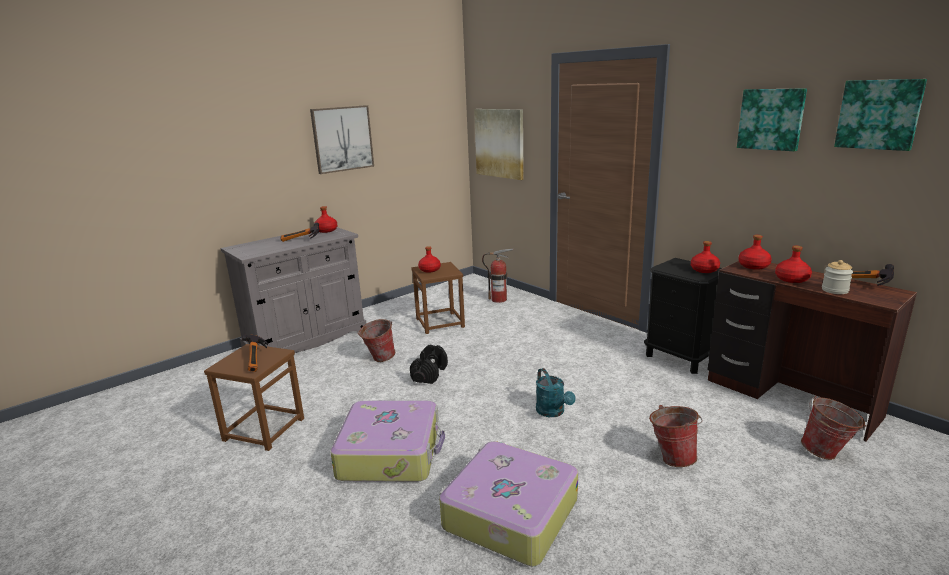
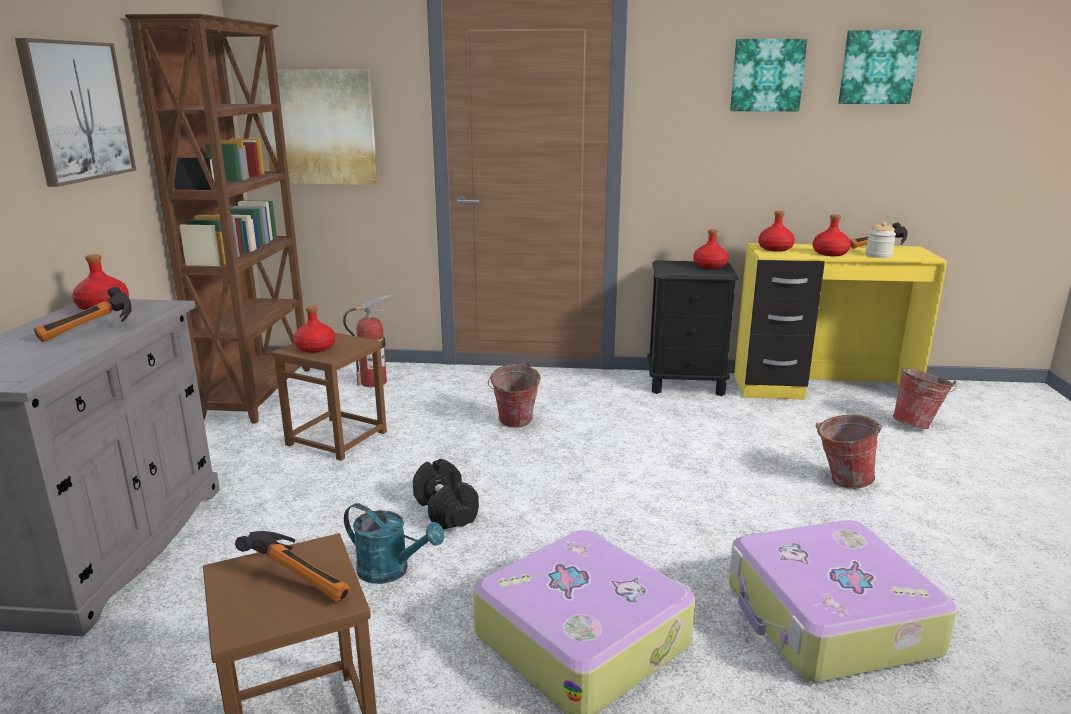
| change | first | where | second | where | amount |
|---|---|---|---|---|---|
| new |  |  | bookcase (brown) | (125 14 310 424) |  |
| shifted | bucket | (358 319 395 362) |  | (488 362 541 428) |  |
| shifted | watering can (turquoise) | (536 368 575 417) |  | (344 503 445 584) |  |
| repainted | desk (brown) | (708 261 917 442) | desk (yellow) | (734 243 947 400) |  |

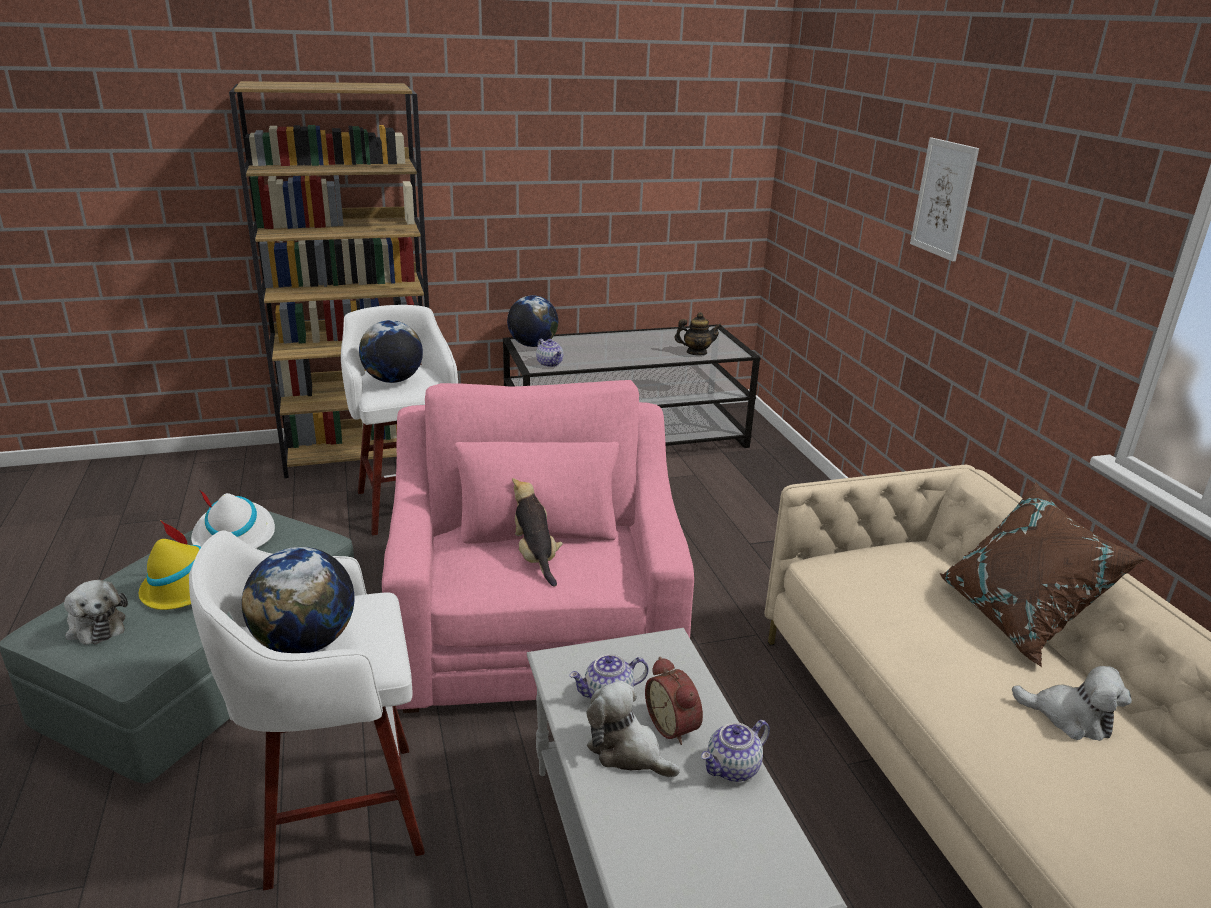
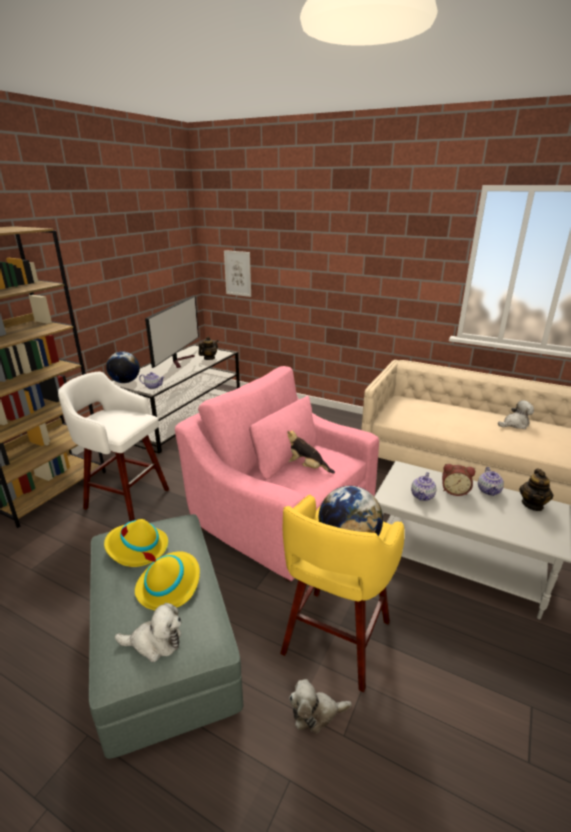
| change | first | where | second | where | amount |
|---|---|---|---|---|---|
| gone | globe | (359 320 423 383) |  |  |  |
| gone | pillow (brown) | (940 482 1147 667) |  |  |  |
| new |  |  | television | (145 295 199 368) |  |
| new |  |  | teapot | (519 468 554 511) |  |
| shifted | plush toy | (586 680 680 777) |  | (289 679 352 733) |  |
| shifted | picture | (910 138 979 262) |  | (224 250 251 297) |  |
| repainted | stool (white) | (189 531 425 890) | stool (yellow) | (280 495 405 692) |  |
| repainted | hat (white) | (191 490 275 548) | hat (yellow) | (104 519 168 567) |  |

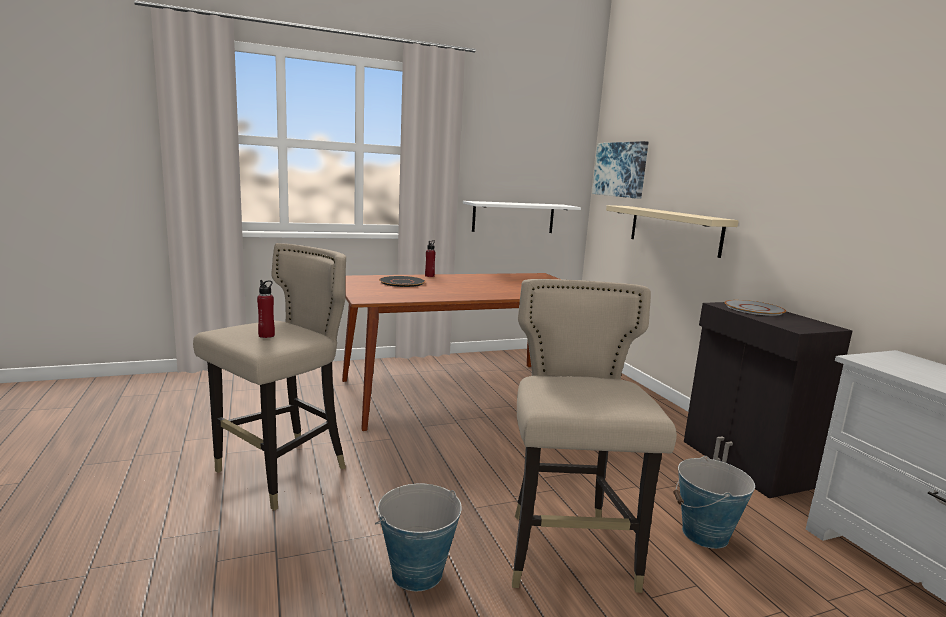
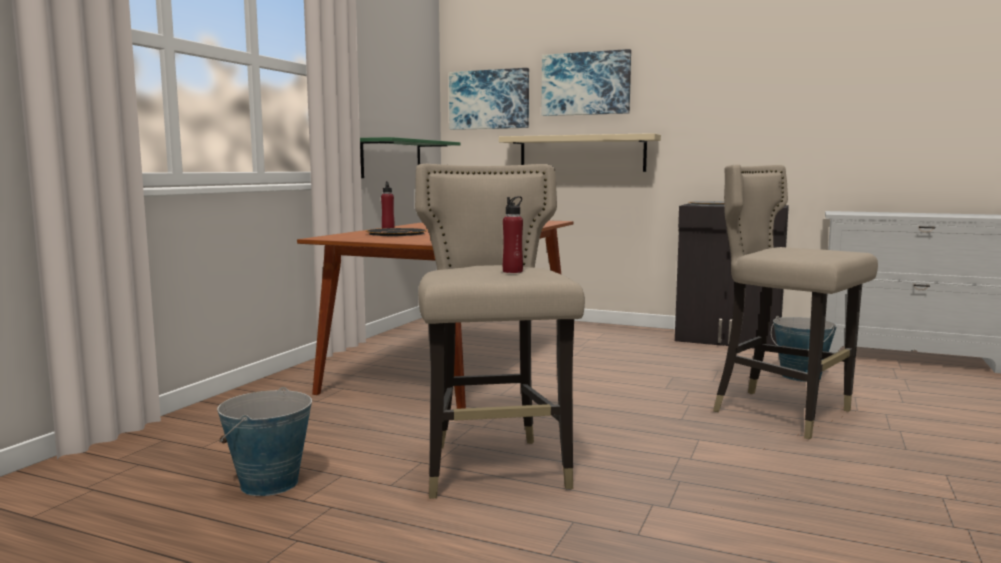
| change | first | where | second | where | amount |
|---|---|---|---|---|---|
| new |  |  | picture | (542 49 631 116) |  |
| shifted | bucket | (375 483 462 591) |  | (217 387 312 496) |  |
| repainted | shelf (white) | (463 201 581 233) | shelf (green) | (360 137 461 178) |  |

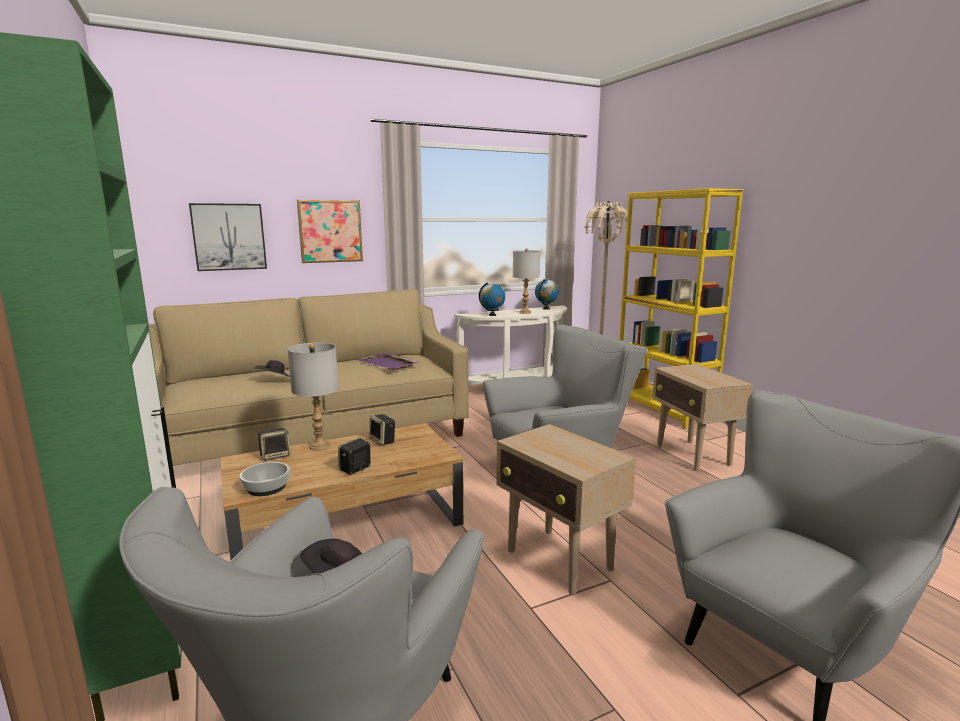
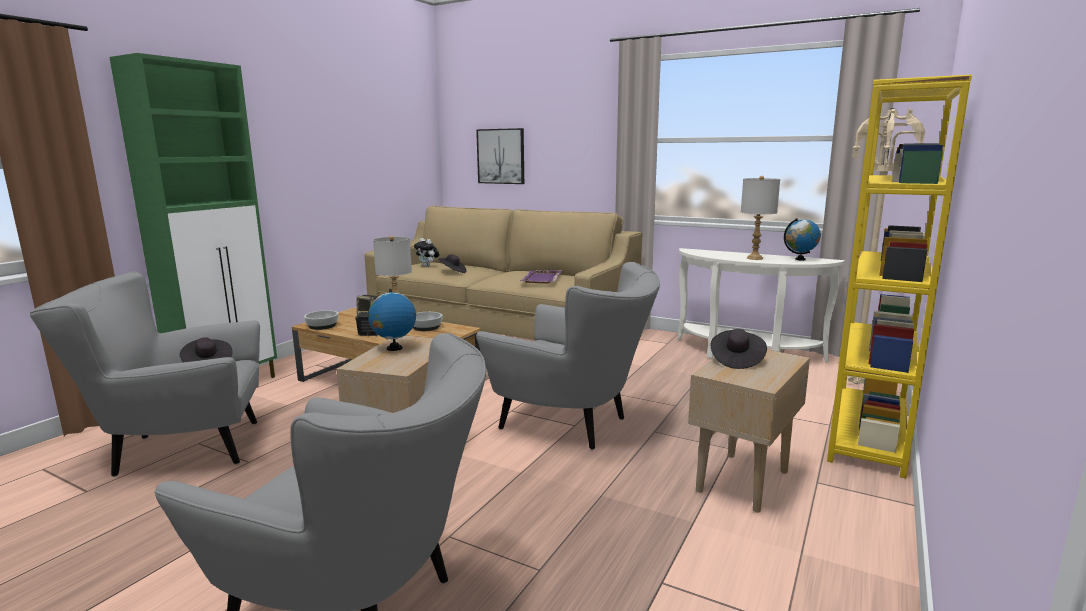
| change | first | where | second | where | amount |
|---|---|---|---|---|---|
| gone | picture | (297 200 363 263) |  |  |  |
| new |  |  | plush toy | (414 238 439 267) |  |
| new |  |  | hat (black) | (711 329 767 369) |  |
| shifted | globe | (479 283 505 316) |  | (368 289 416 351) |  |
| swapped | speaker | (369 414 395 446) | bowl | (413 312 443 331) |  |

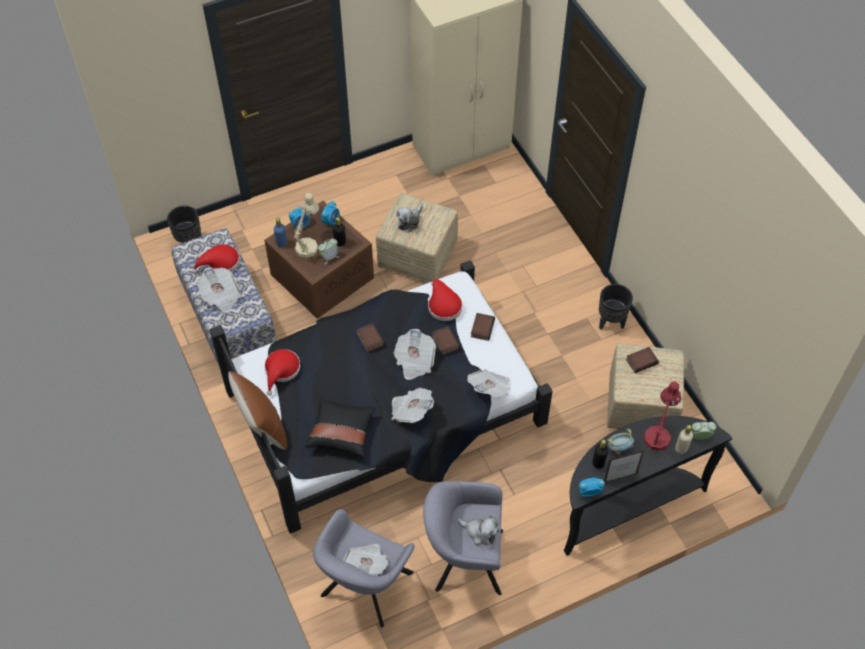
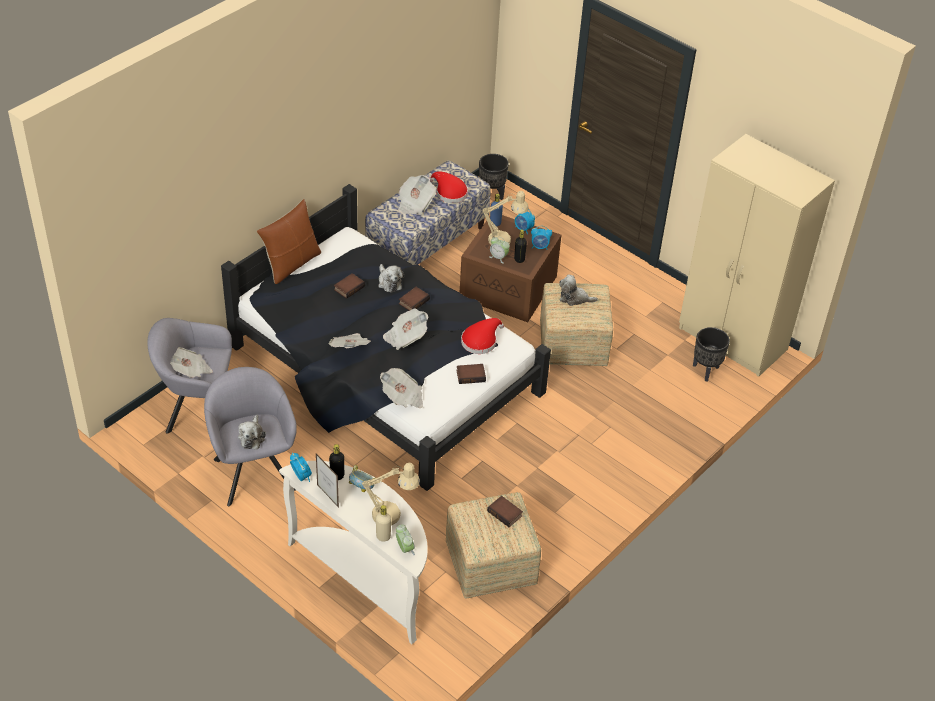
| change | first | where | second | where | amount |
|---|---|---|---|---|---|
| gone | hat (red) | (264 349 300 395) |  |  |  |
| gone | pillow (black) | (305 398 376 457) |  |  |  |
| new |  |  | plush toy | (378 264 404 293) |  |
| shifted | book | (432 326 460 355) |  | (334 273 365 299) |  |
| shifted | planter (black) | (599 284 633 329) |  | (693 327 730 381) |  |
| repainted | console table (black) | (564 416 732 556) | console table (white) | (279 461 428 644) |  |
| repainted | table lamp (red) | (643 382 681 451) | table lamp (beige) | (362 462 420 525) |  |

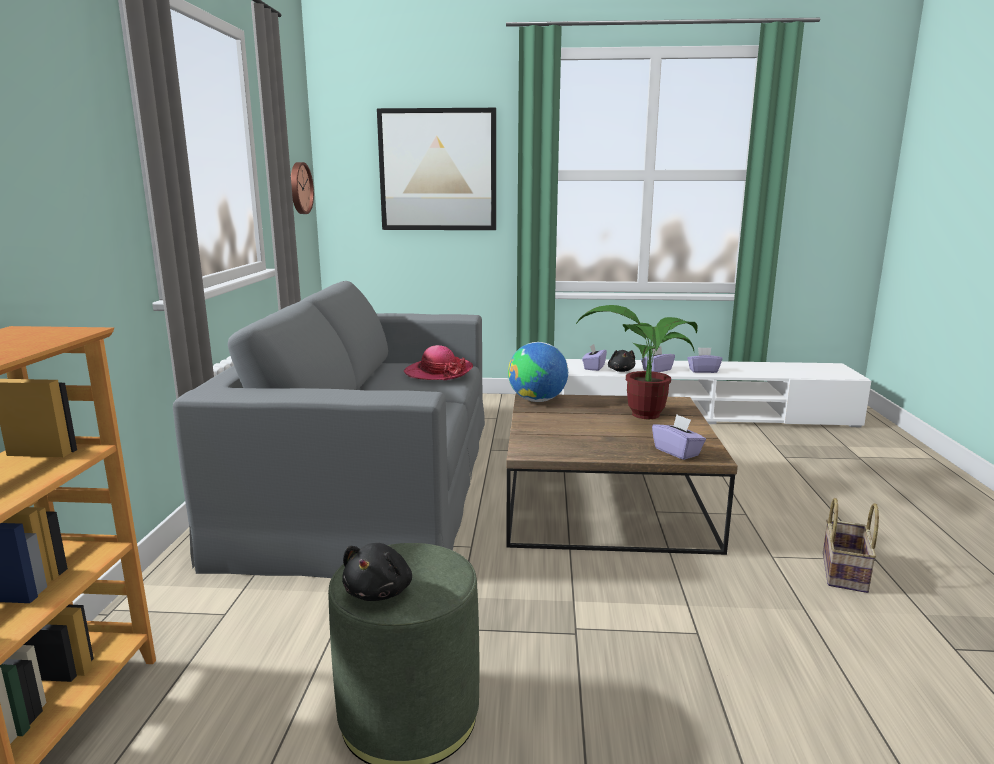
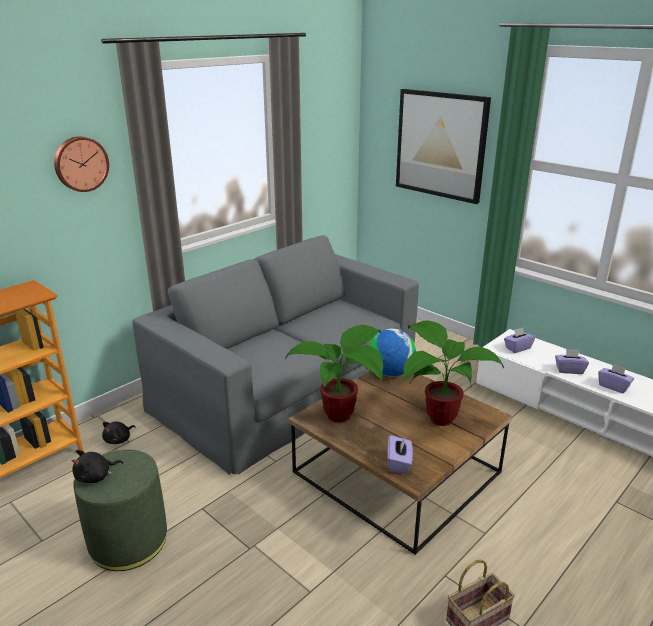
| change | first | where | second | where | amount |
|---|---|---|---|---|---|
| gone | hat | (404 345 473 380) |  |  |  |
| new |  |  | potted plant | (285 325 383 423) |  |
| shifted | wall clock | (291 162 314 214) |  | (54 136 109 192) |  |
| shifted | plush toy (black) | (608 350 635 372) |  | (102 421 135 444) |  |

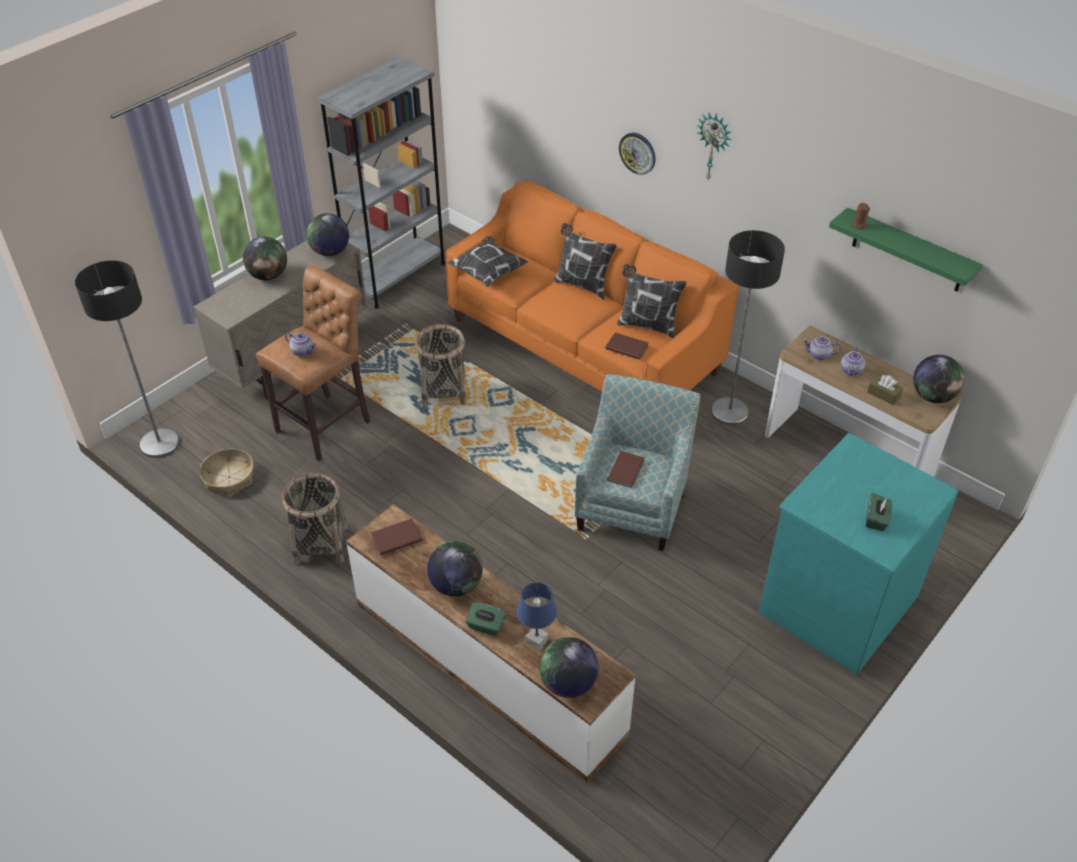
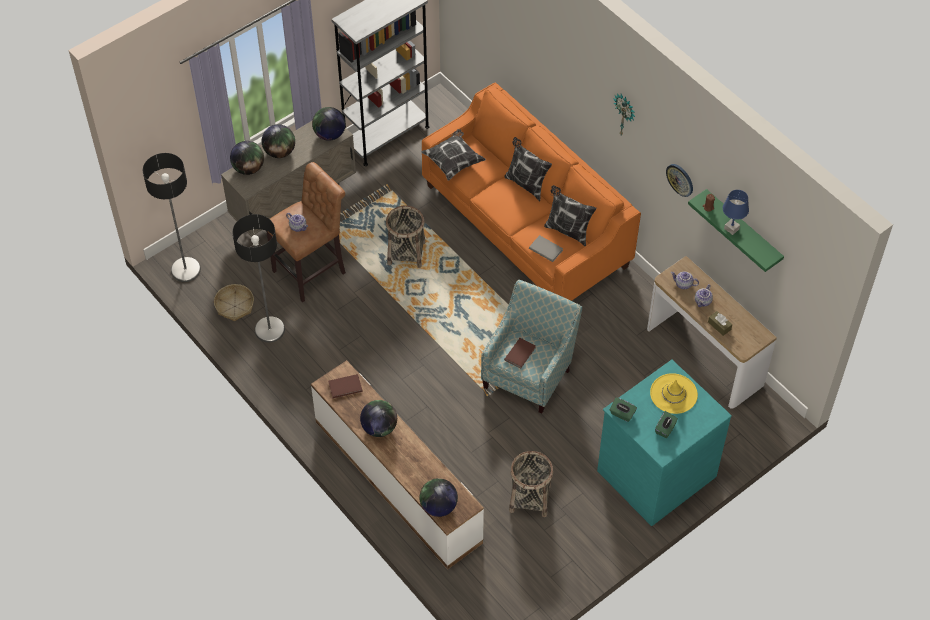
| change | first | where | second | where | amount |
|---|---|---|---|---|---|
| new |  |  | hat (yellow) | (650 373 698 414) |  |
| shifted | basket | (282 472 348 564) |  | (509 451 553 517) |  |
| shifted | tissue box (green) | (466 602 506 636) |  | (609 398 637 422) |  |
| shifted | table lamp (blue) | (517 582 557 650) |  | (723 190 749 235) |  |
| shifted | wall clock | (619 132 655 175) |  | (666 164 693 197) |  |
| shifted | floor lamp | (711 230 785 425) |  | (232 214 285 343) |  |
| shifted | globe | (913 355 964 403) |  | (230 141 264 175) |  |
| repainted | book (brown) | (605 333 648 360) | book (grey) | (529 235 563 262) |  |

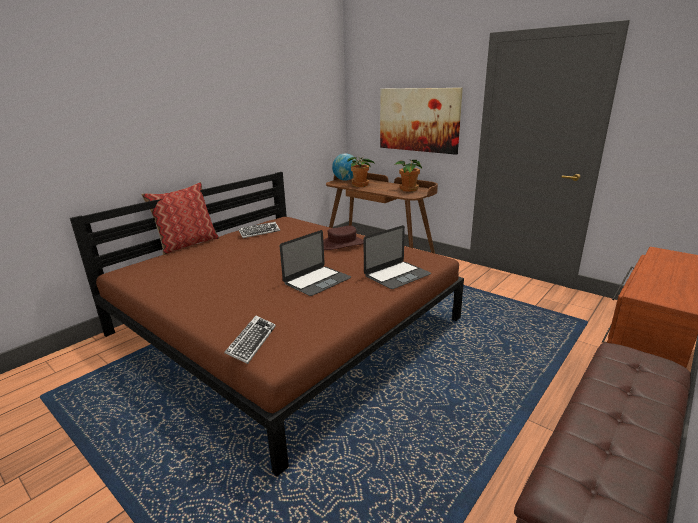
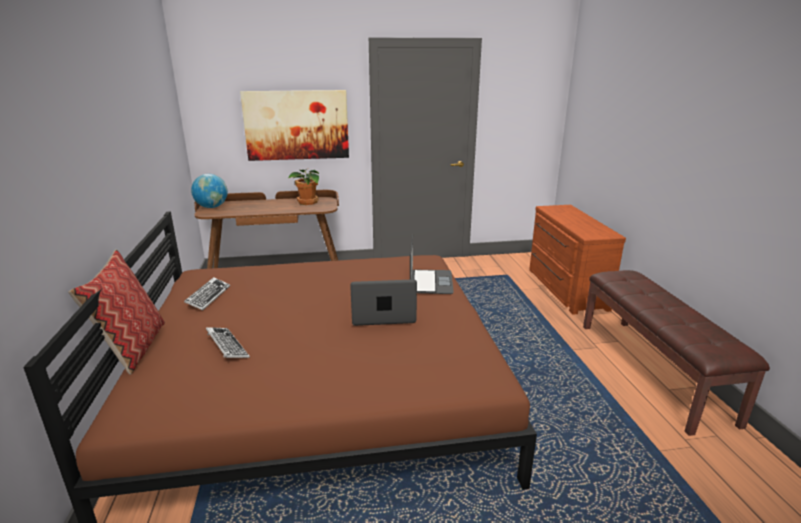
| change | first | where | second | where | amount |
|---|---|---|---|---|---|
| gone | hat (brown) | (323 226 364 250) |  |  |  |
| gone | potted plant | (348 157 375 187) |  |  |  |
| shifted | keyboard | (224 316 276 364) |  | (206 327 250 358) |  |
| rotated | laptop | (280 230 351 296) |  | (350 279 417 326) | 90 degrees counterclockwise |

